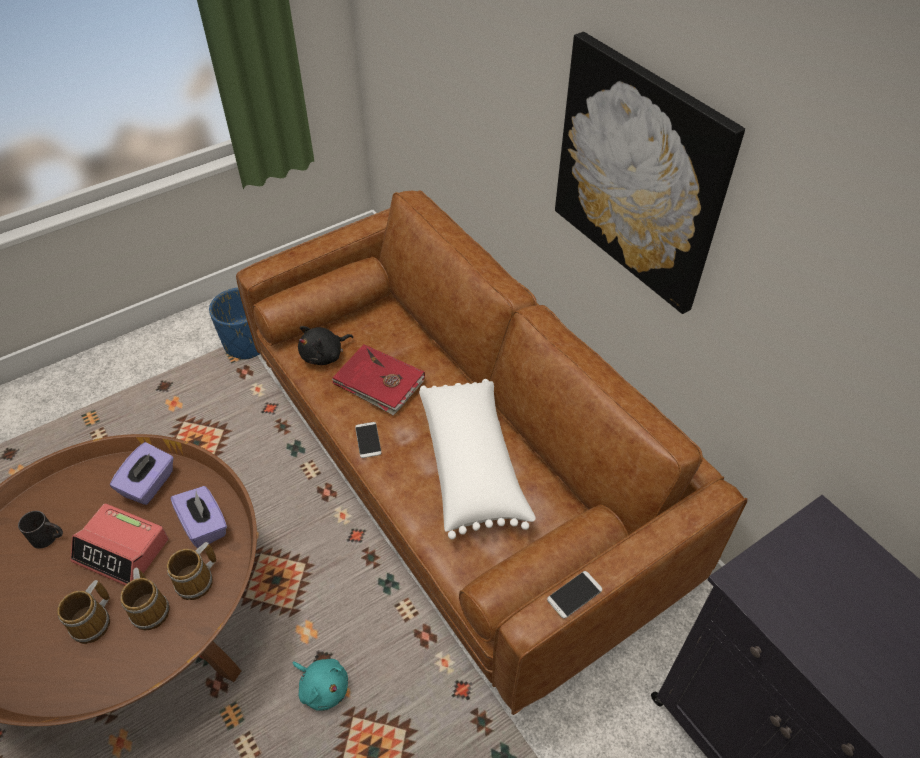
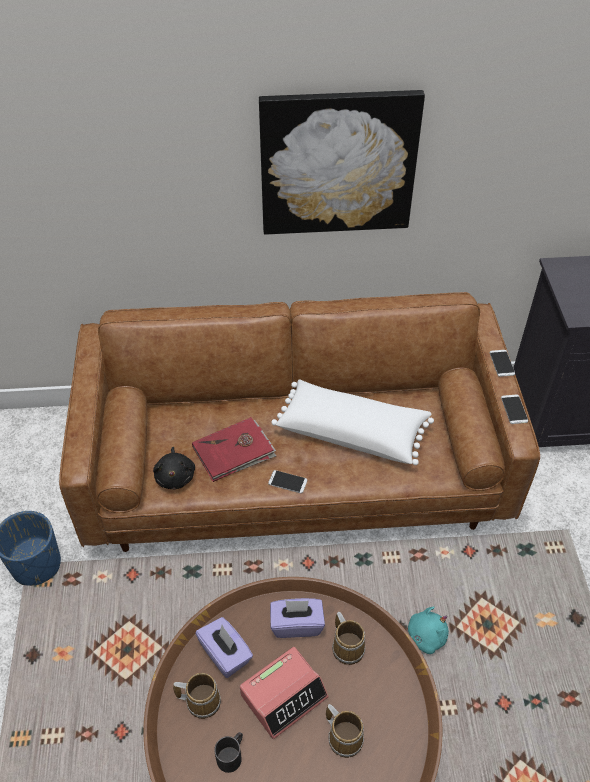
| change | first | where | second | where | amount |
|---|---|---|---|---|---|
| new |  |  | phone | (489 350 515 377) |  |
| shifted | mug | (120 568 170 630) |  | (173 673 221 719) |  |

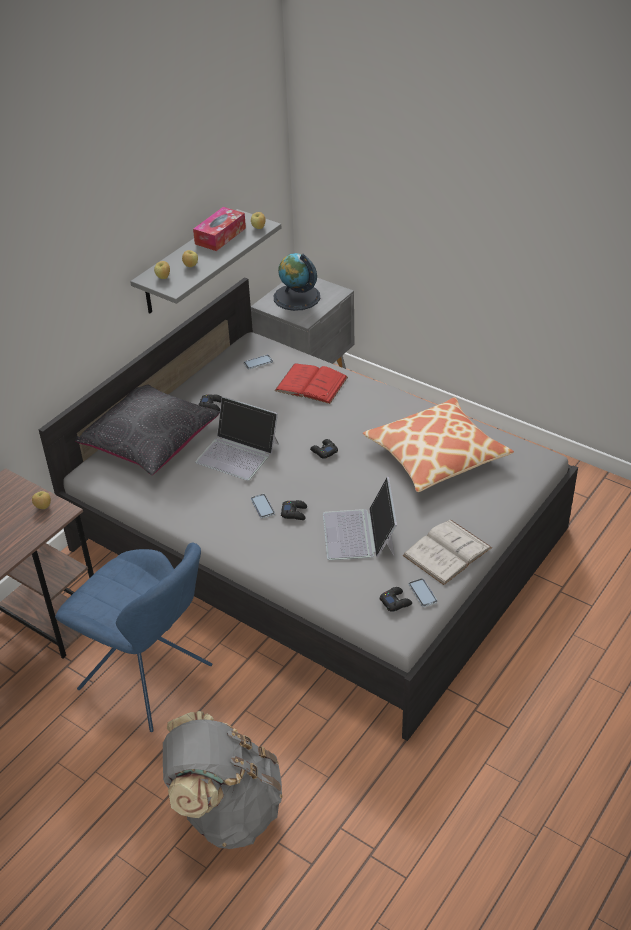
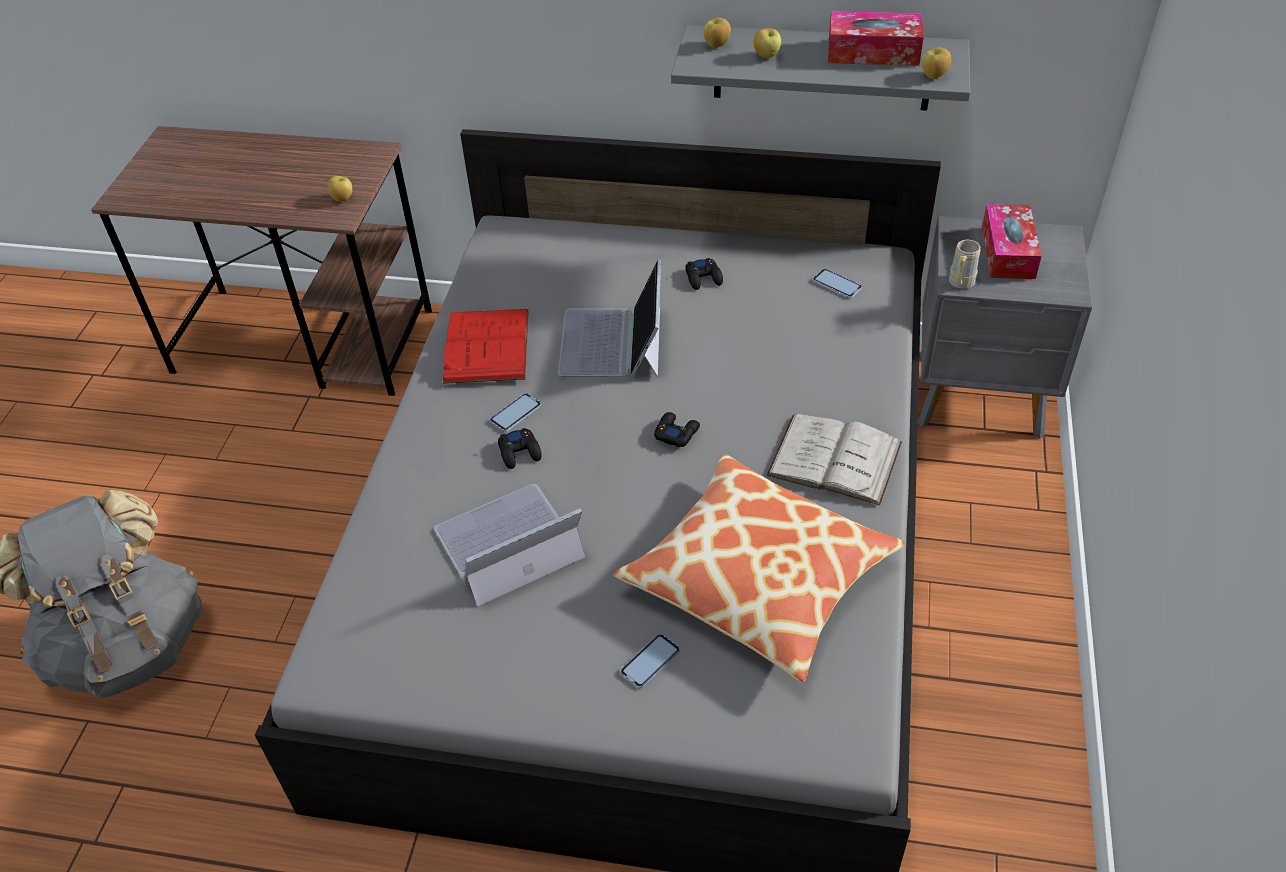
| change | first | where | second | where | amount |
|---|---|---|---|---|---|
| gone | chair (blue) | (55 543 212 732) |  |  |  |
| gone | pillow (black) | (75 384 220 475) |  |  |  |
| gone | game controller (black) | (380 587 412 612) |  |  |  |
| new |  |  | mug (beige) | (949 240 981 289) |  |
| shifted | book (red) | (274 363 348 404) |  | (442 309 529 384) |  |
| shifted | book (white) | (402 520 492 585) |  | (767 413 902 505) |  |
| shifted | phone | (409 578 437 607) |  | (620 634 680 688) |  |
| swapped | globe | (274 253 320 311) | tissue box | (982 204 1042 279) |  |

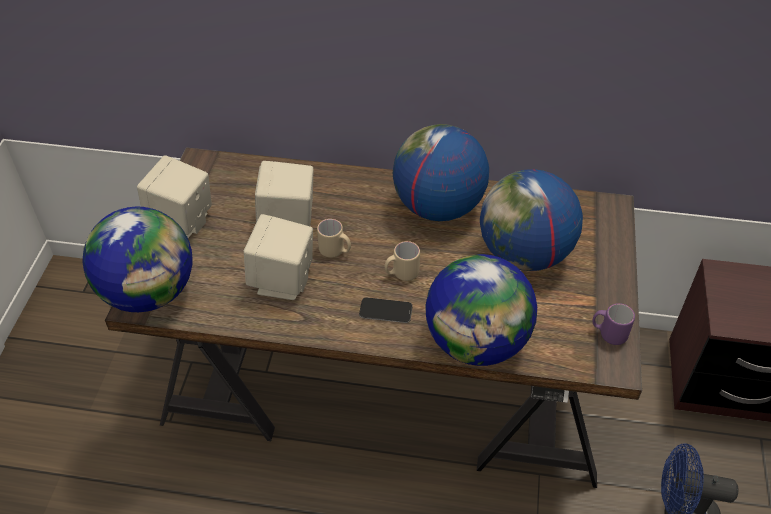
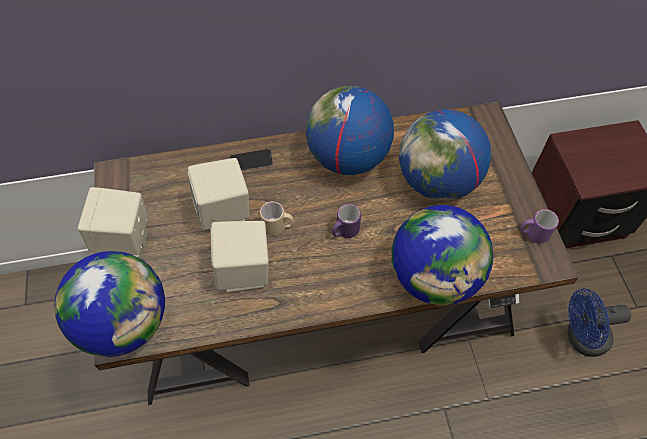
| change | first | where | second | where | amount |
|---|---|---|---|---|---|
| shifted | phone | (359 298 413 323) |  | (230 149 273 171) |  |
| repainted | mug (beige) | (385 241 420 281) | mug (purple) | (332 204 361 238) |  |

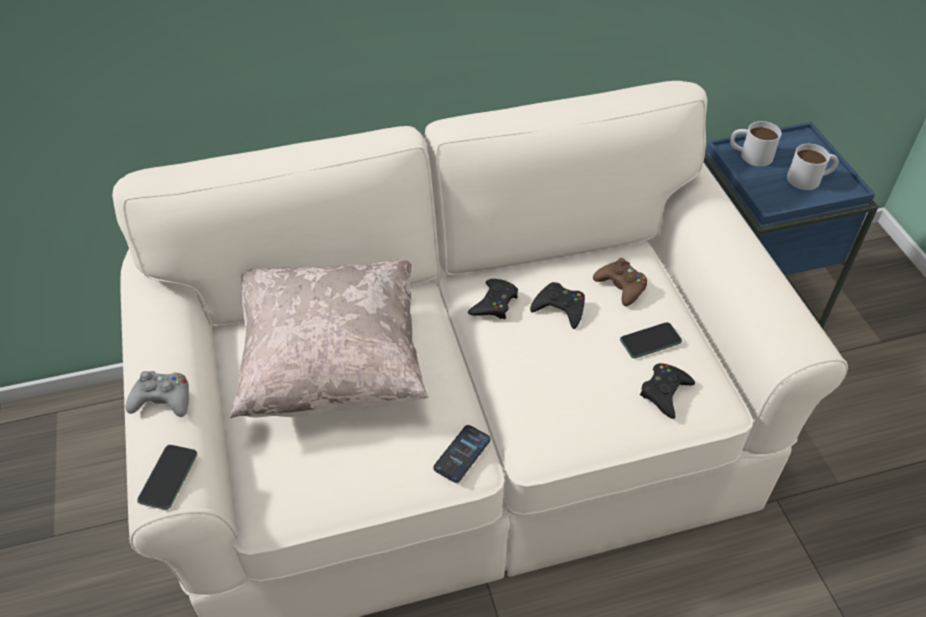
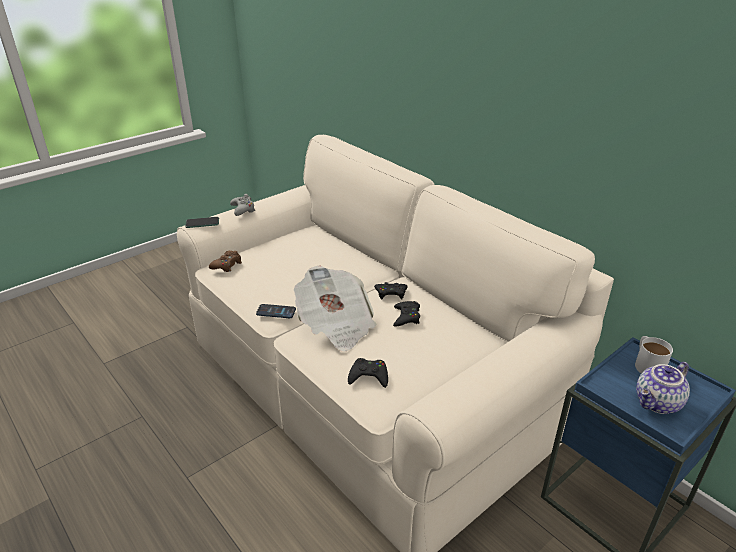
| change | first | where | second | where | amount |
|---|---|---|---|---|---|
| gone | pillow (beige) | (230 259 428 418) |  |  |  |
| gone | phone | (620 322 682 358) |  |  |  |
| new |  |  | newspaper | (294 266 377 352) |  |
| shifted | game controller (brown) | (593 258 647 306) |  | (209 251 242 272) |  |
| swapped | mug (white) | (787 144 839 190) | teapot | (636 362 690 414) |  |

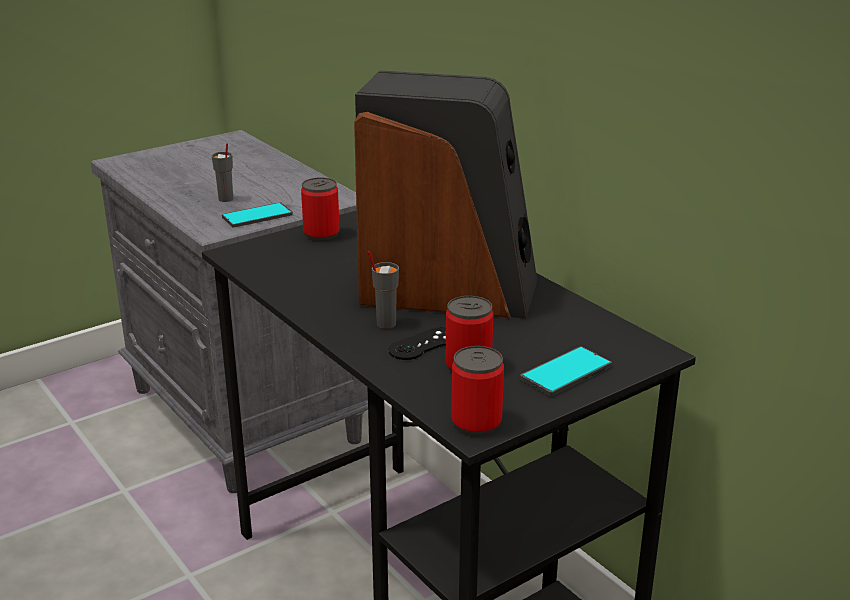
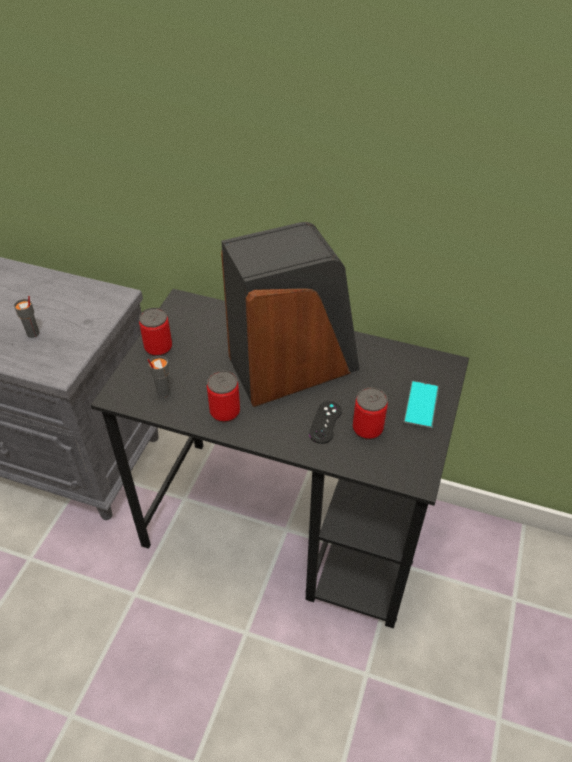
| change | first | where | second | where | amount |
|---|---|---|---|---|---|
| gone | phone | (222 202 293 228) |  |  |  |
| shifted | cup (grey) | (368 251 399 329) |  | (147 356 171 398) |  |
| shifted | can | (451 346 504 436) |  | (207 370 240 422) |  |

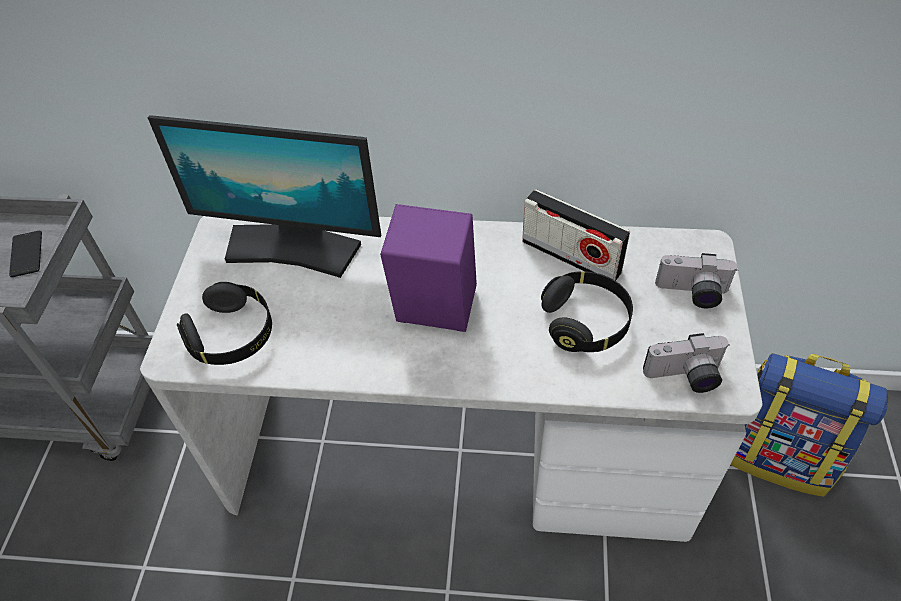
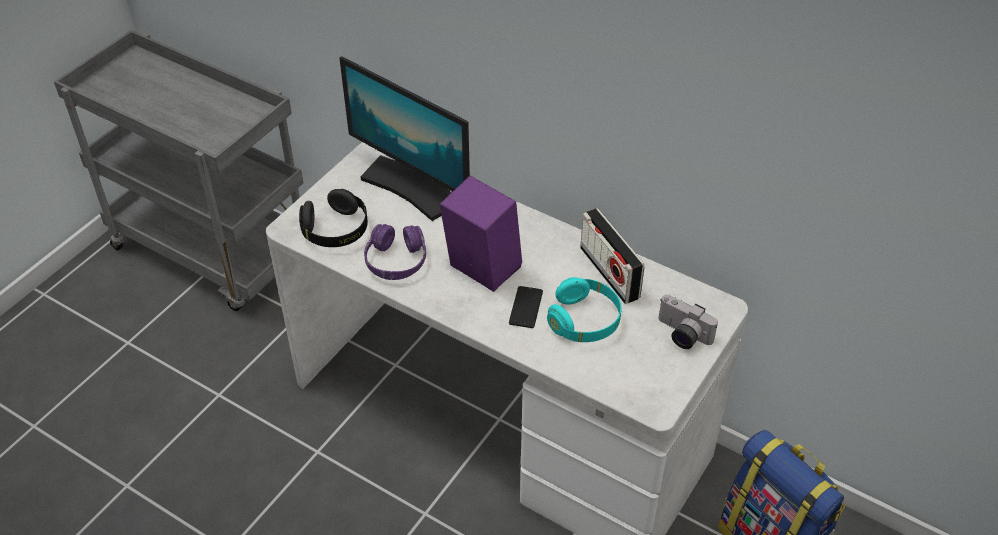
| change | first | where | second | where | amount |
|---|---|---|---|---|---|
| gone | photo camera | (643 333 730 393) |  |  |  |
| new |  |  | headphones (purple) | (364 224 426 280) |  |
| shifted | phone | (9 231 42 277) |  | (509 286 543 328) |  |
| repainted | headphones (black) | (541 271 633 352) | headphones (turquoise) | (547 277 621 342) |  |

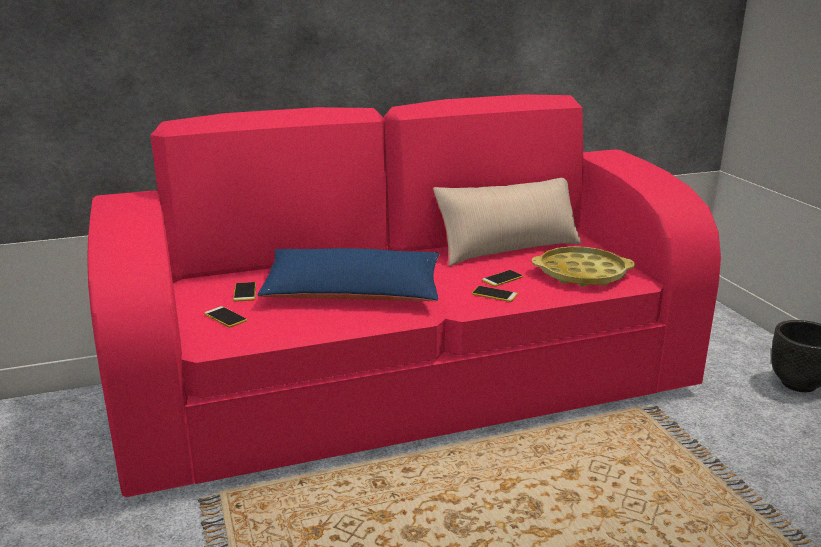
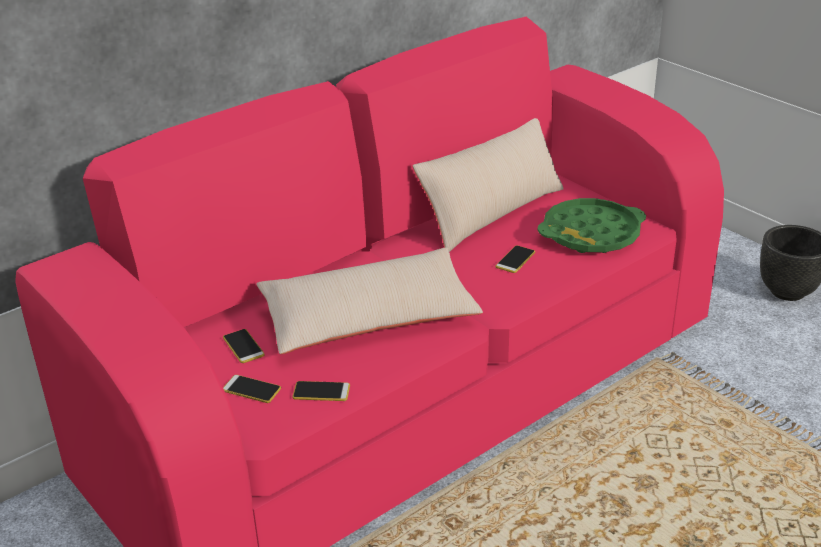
| change | first | where | second | where | amount |
|---|---|---|---|---|---|
| shifted | phone | (472 286 518 302) |  | (292 381 350 401) |  |
| repainted | pillow (blue) | (258 248 440 301) | pillow (beige) | (256 247 483 354) |  |
| repainted | tray (yellow) | (532 246 635 287) | tray (green) | (538 198 646 253) |  |

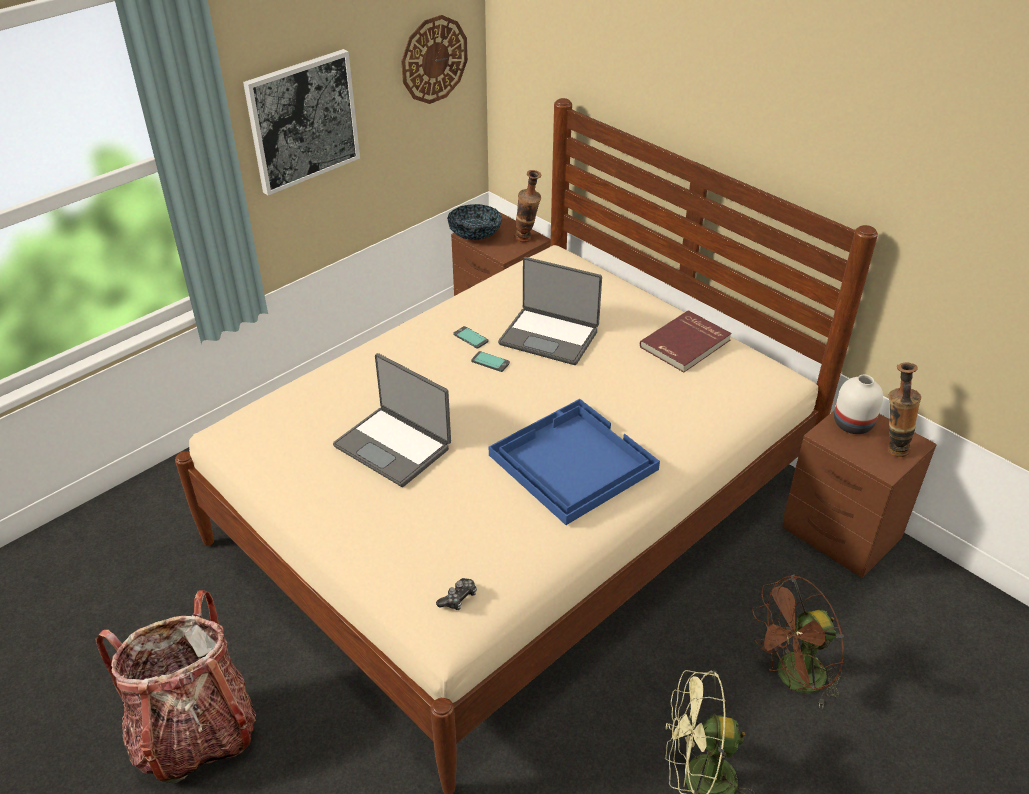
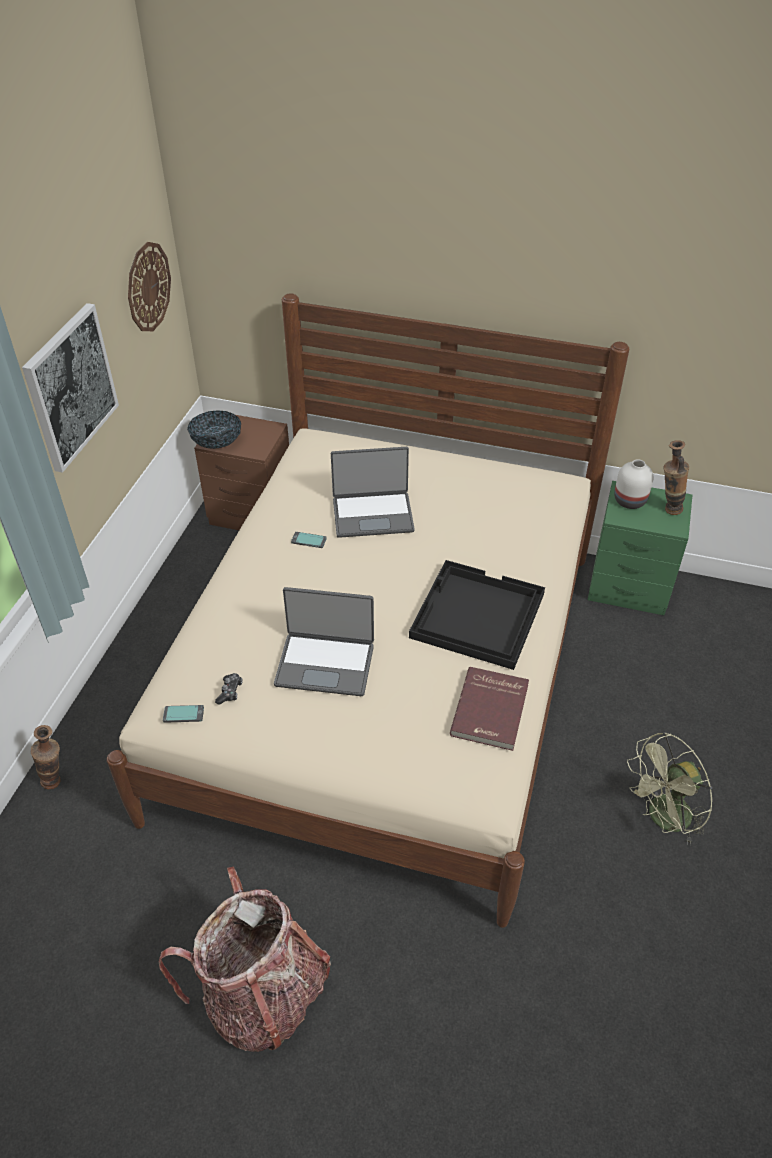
| change | first | where | second | where | amount |
|---|---|---|---|---|---|
| gone | fan (brown) | (752 575 844 709) |  |  |  |
| shifted | game controller | (436 578 477 610) |  | (215 673 242 705) |  |
| shifted | phone | (471 351 510 372) |  | (163 705 204 723) |  |
| shifted | vase | (515 170 541 242) |  | (31 725 61 789) |  |
| shifted | book (red) | (640 310 732 373) |  | (450 667 529 751) |  |
| repainted | tray (blue) | (489 399 660 525) | tray (black) | (409 560 545 670) |  |
| repainted | nightstand (brown) | (783 411 937 578) | nightstand (green) | (588 481 692 615) |  |

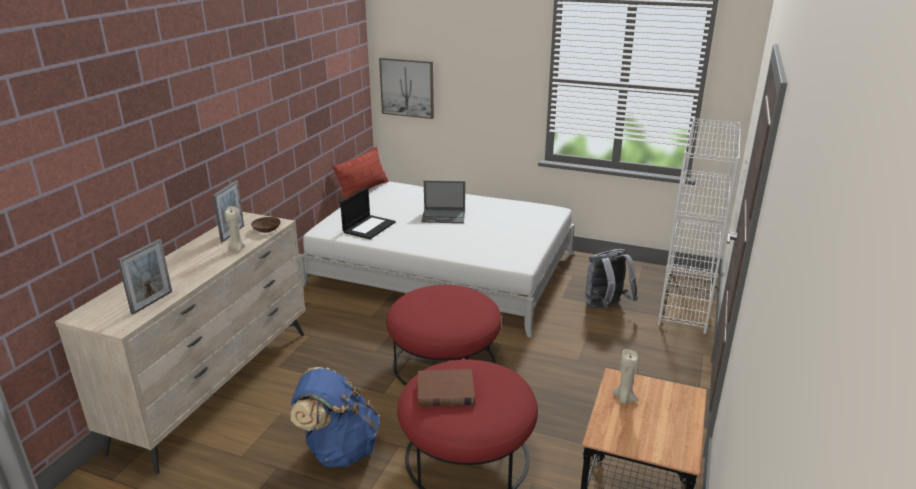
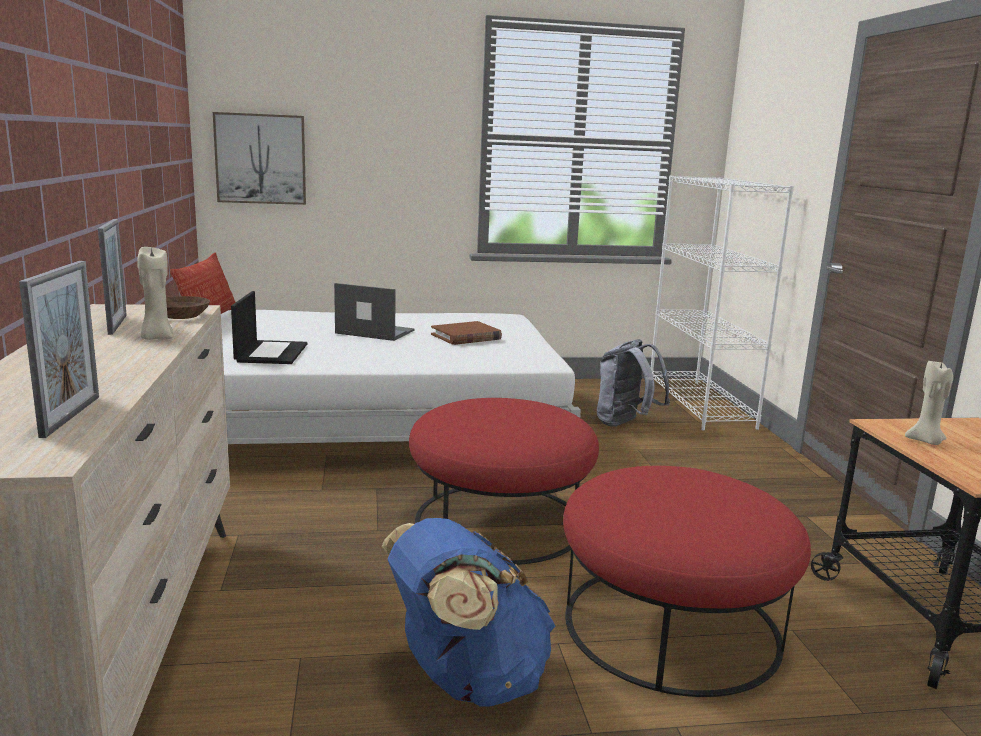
| change | first | where | second | where | amount |
|---|---|---|---|---|---|
| shifted | book (brown) | (418 369 475 407) |  | (431 321 502 345) |  |
| rotated | laptop | (421 180 465 223) |  | (334 283 415 341) | 135 degrees counterclockwise |

